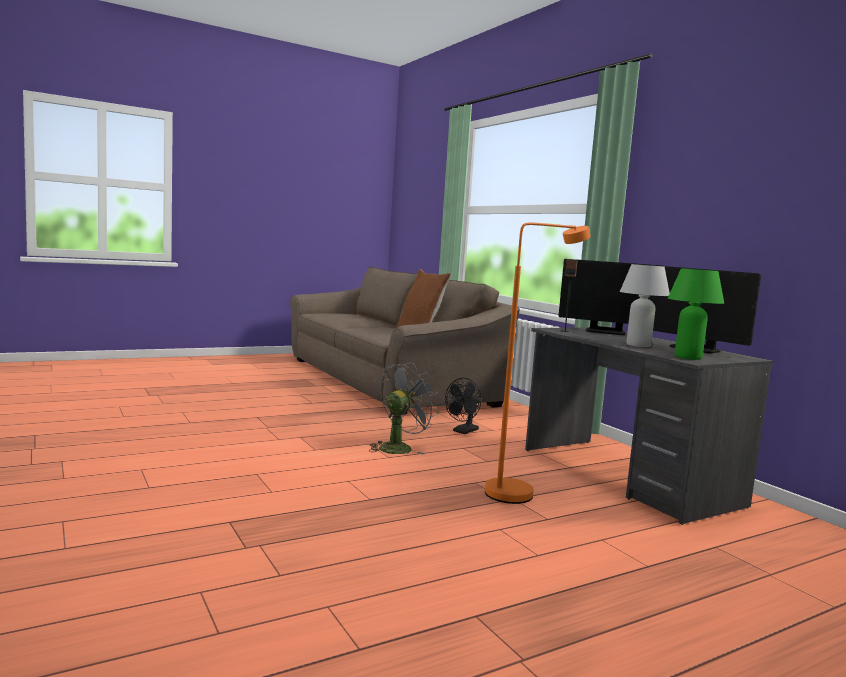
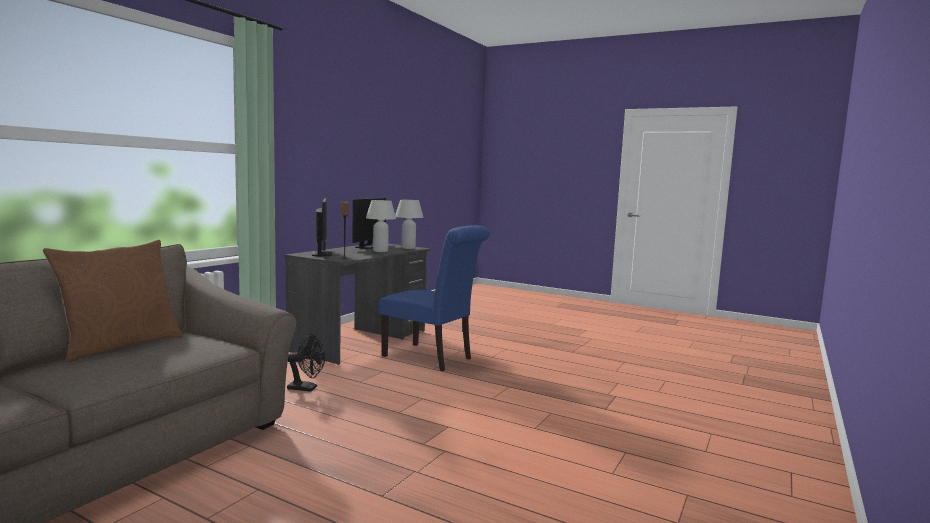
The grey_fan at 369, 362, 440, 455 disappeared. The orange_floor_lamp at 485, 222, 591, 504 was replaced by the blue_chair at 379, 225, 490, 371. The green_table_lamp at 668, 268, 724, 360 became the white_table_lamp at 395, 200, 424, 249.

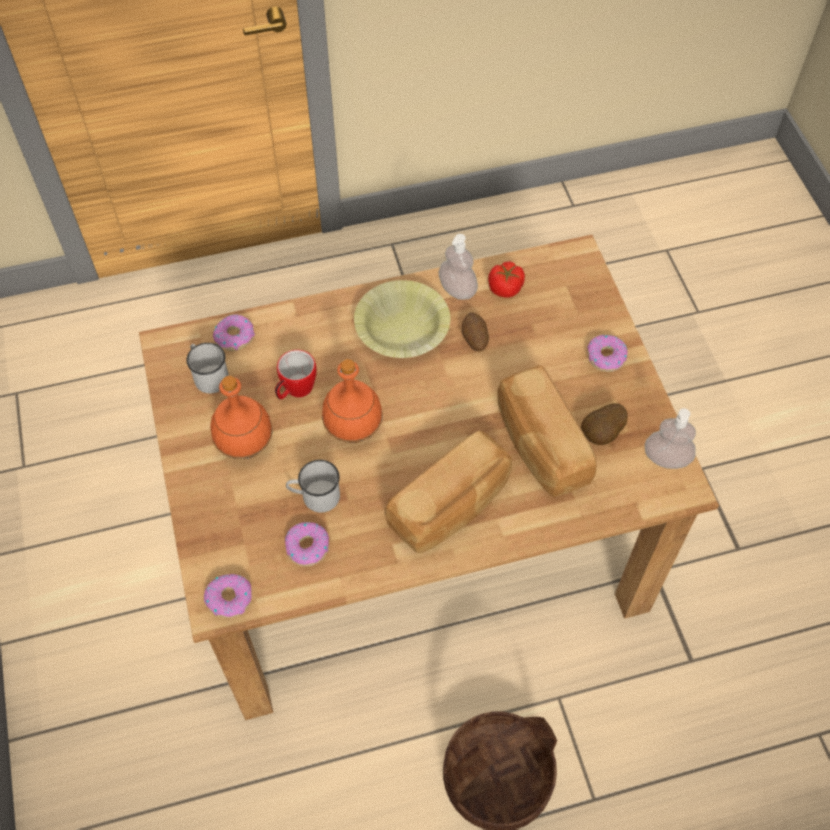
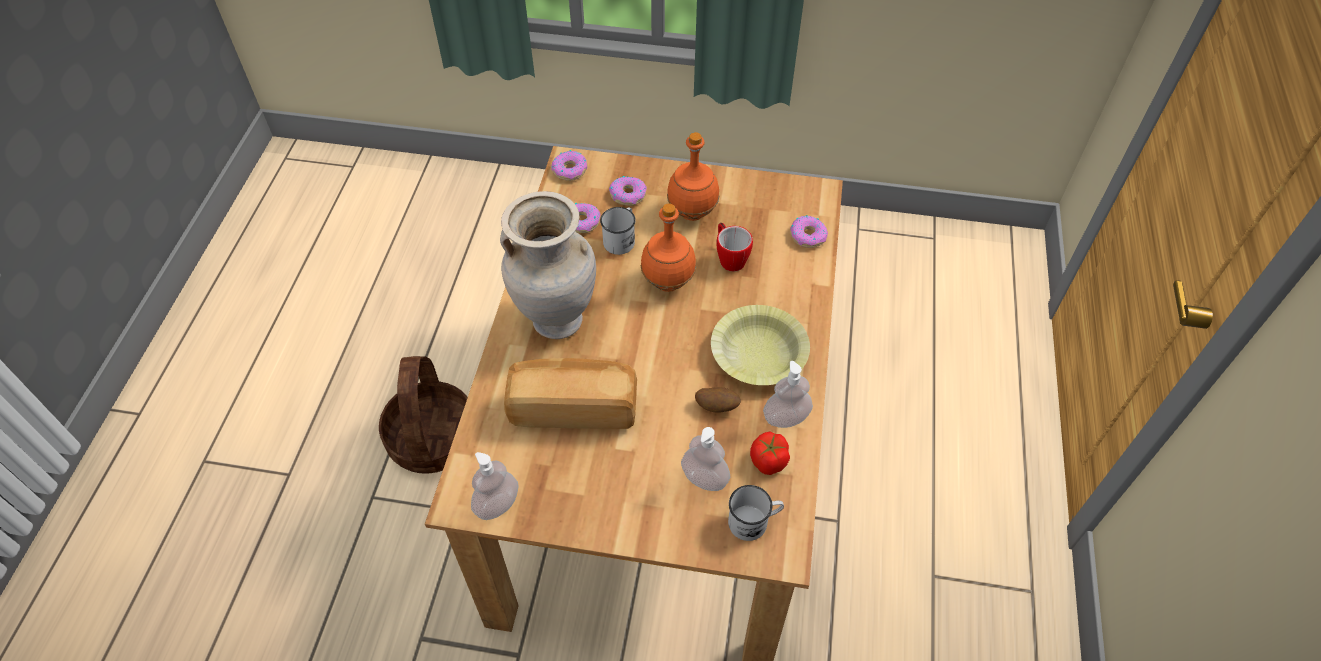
The potato at 581, 403, 628, 445 disappeared. The soap_dispenser at 681, 427, 730, 491 appeared. The white_mug moved from 186, 343, 229, 394 to 728, 485, 784, 541. The donut moved from 587, 335, 627, 372 to 609, 176, 647, 206. The bread at 385, 431, 512, 553 was replaced by the beige_vase at 500, 191, 596, 339.

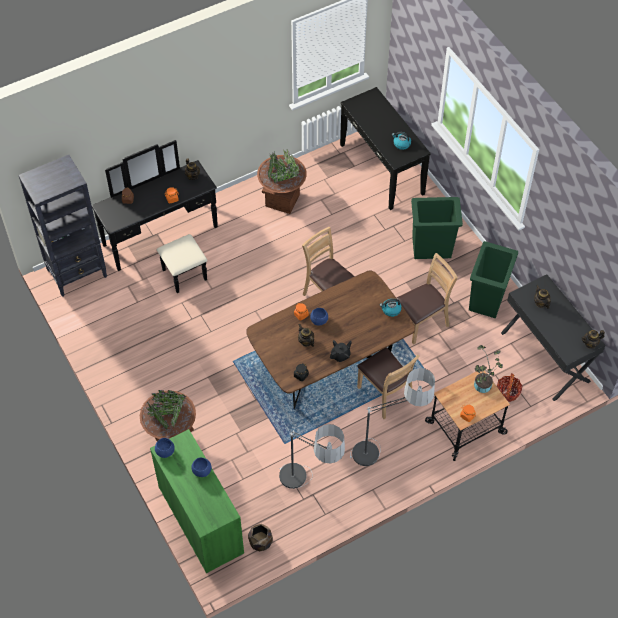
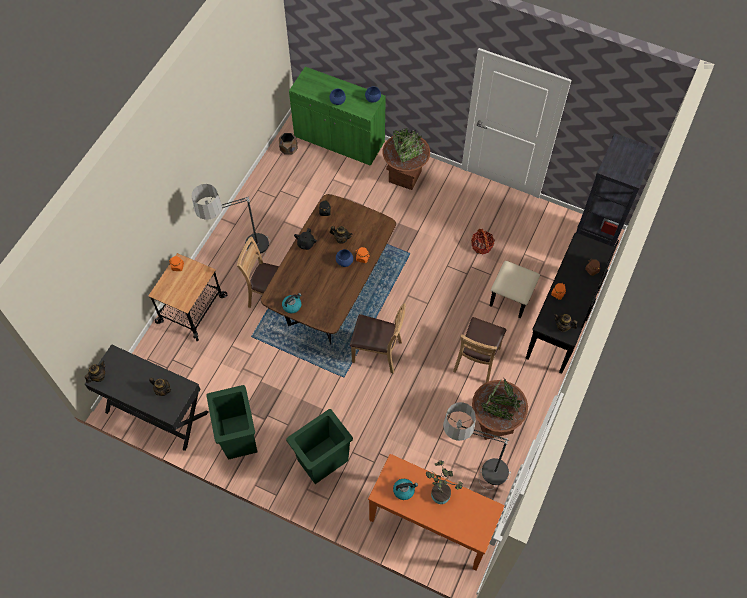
The floor_lamp moved from 279, 424, 345, 489 to 443, 402, 511, 490. The brown_chair moved from 397, 253, 458, 345 to 453, 317, 506, 383. The potted_plant moved from 474, 345, 503, 393 to 426, 460, 463, 504. The basket moved from 497, 373, 523, 402 to 471, 229, 495, 254. The black_console_table at 340, 87, 431, 210 became the orange_console_table at 368, 454, 505, 571.

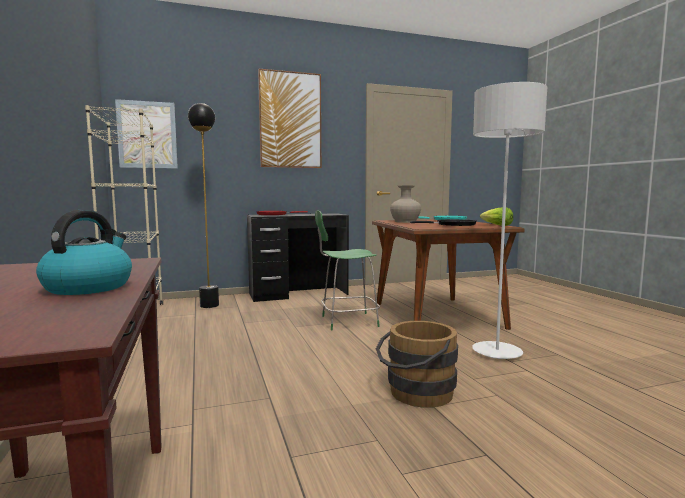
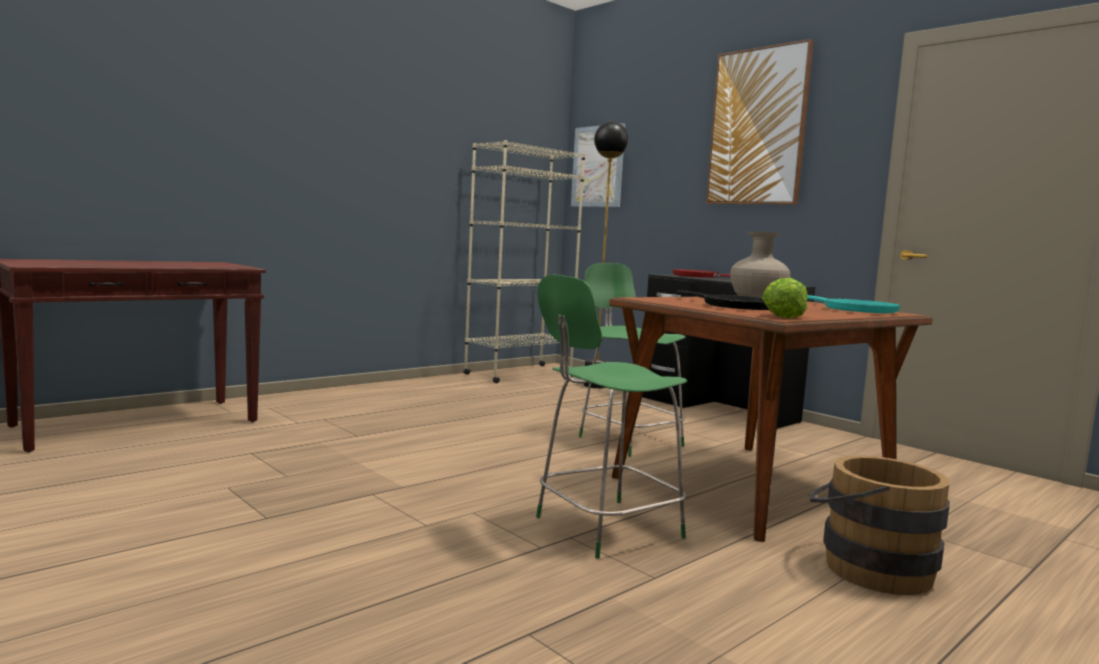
The kettle at 36, 210, 132, 295 disappeared. The brown_bucket moved from 376, 321, 458, 408 to 808, 456, 950, 595. The grey_floor_lamp at 472, 82, 547, 359 was replaced by the green_chair at 536, 275, 687, 559.

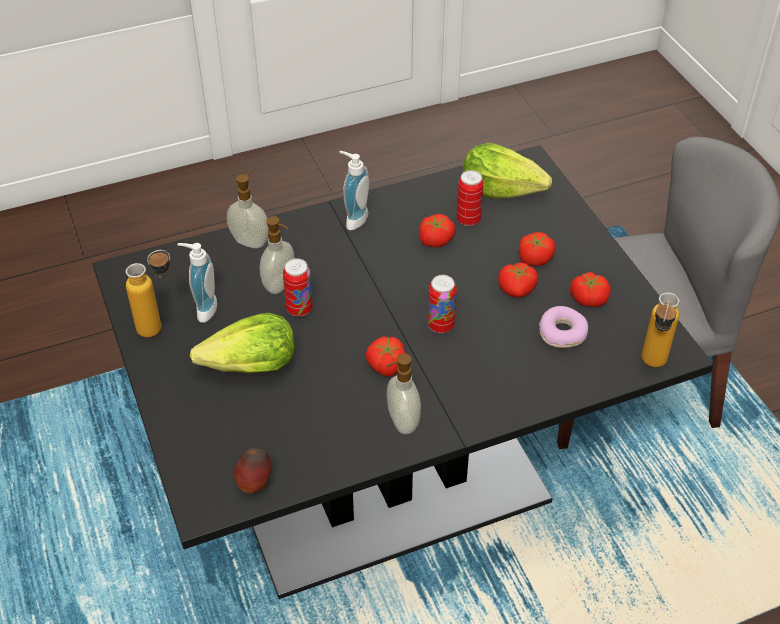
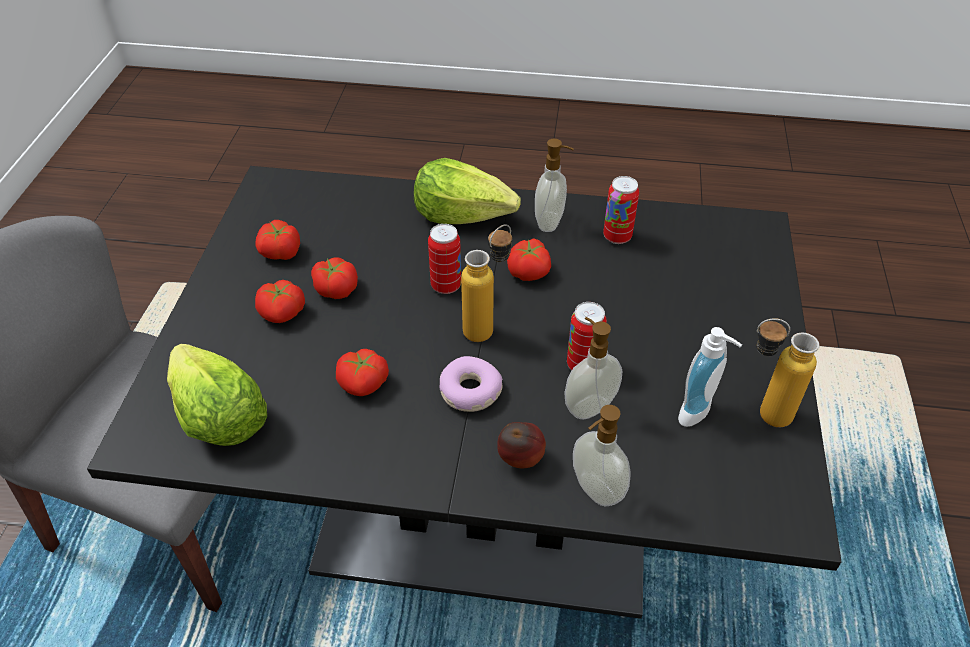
The soap_dispenser at 340, 151, 369, 230 disappeared. The lettuce moved from 190, 313, 295, 373 to 414, 158, 521, 224. The apple moved from 234, 448, 271, 494 to 497, 422, 546, 468. The can moved from 457, 170, 484, 226 to 603, 176, 639, 244. The donut moved from 539, 306, 588, 348 to 439, 356, 503, 412. The bottle moved from 642, 292, 680, 367 to 461, 224, 512, 342.

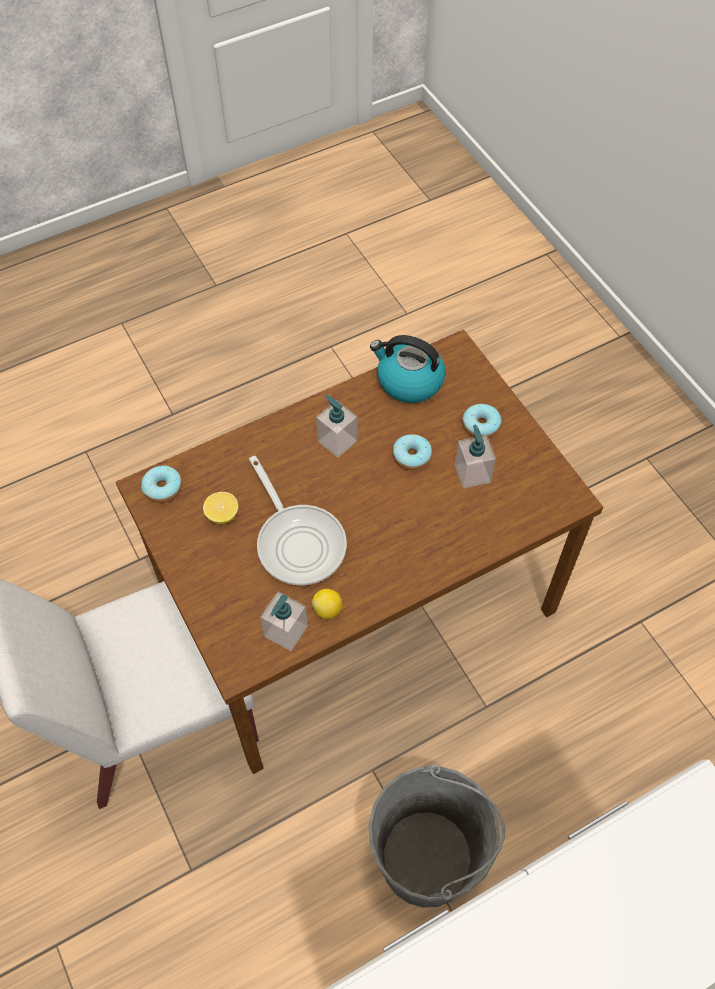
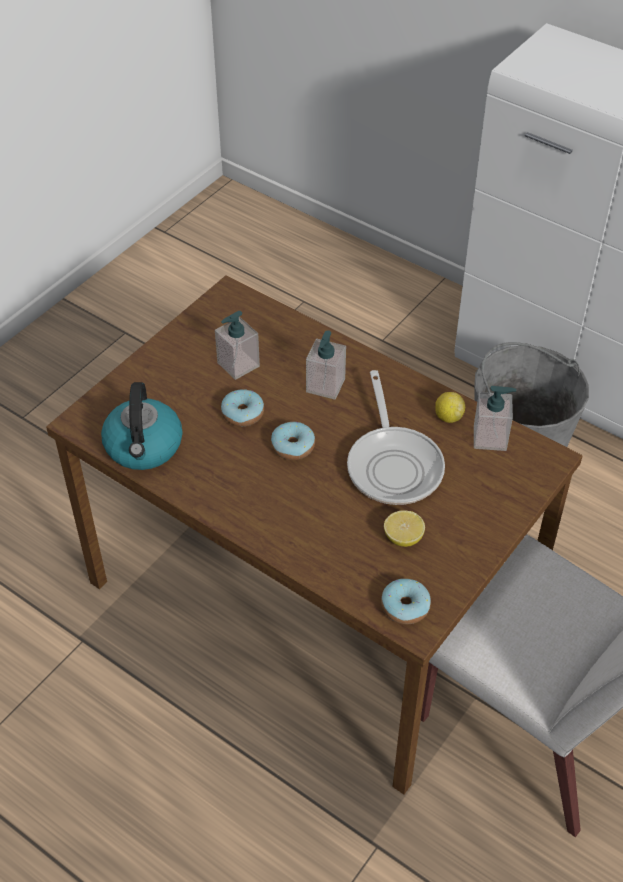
The soap_dispenser moved from 316, 395, 358, 458 to 306, 330, 346, 400. The donut moved from 463, 404, 501, 438 to 271, 421, 315, 460. The frying_pan at 249, 456, 347, 585 turned 135 degrees clockwise.

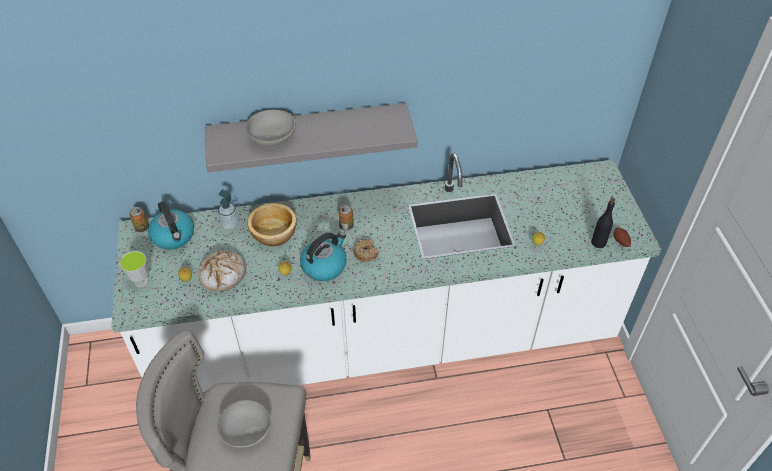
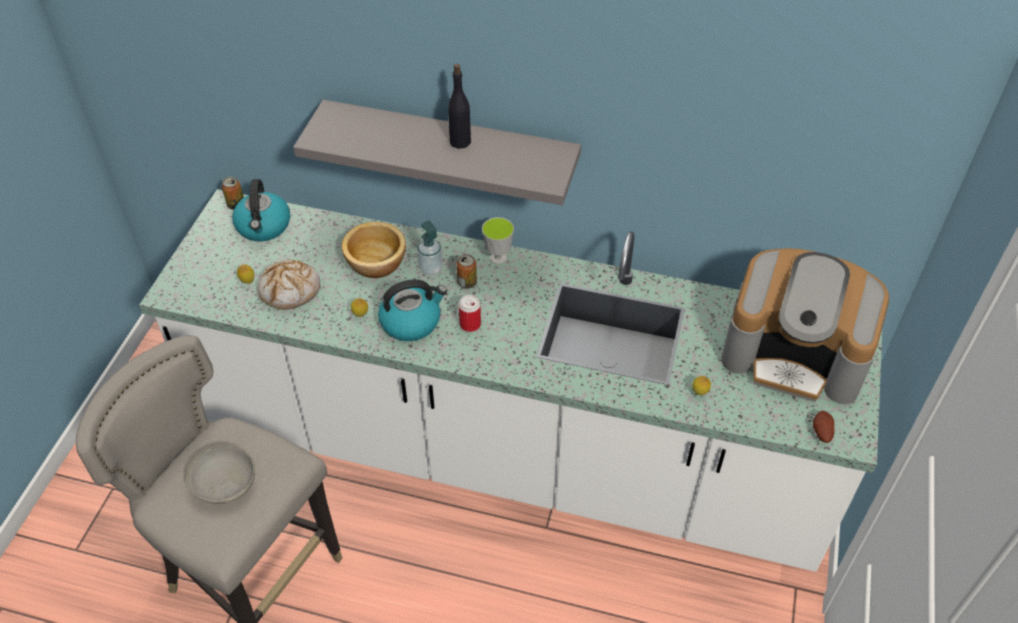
The grey_bowl at 246, 110, 296, 146 disappeared. The coffee_machine at 721, 248, 889, 404 appeared. The cup moved from 120, 251, 149, 288 to 482, 217, 514, 264. The soap_dispenser moved from 218, 189, 239, 229 to 417, 220, 443, 275. The black_bottle moved from 591, 197, 615, 248 to 448, 64, 471, 149. The donut at 353, 239, 378, 262 was replaced by the can at 459, 295, 481, 332.

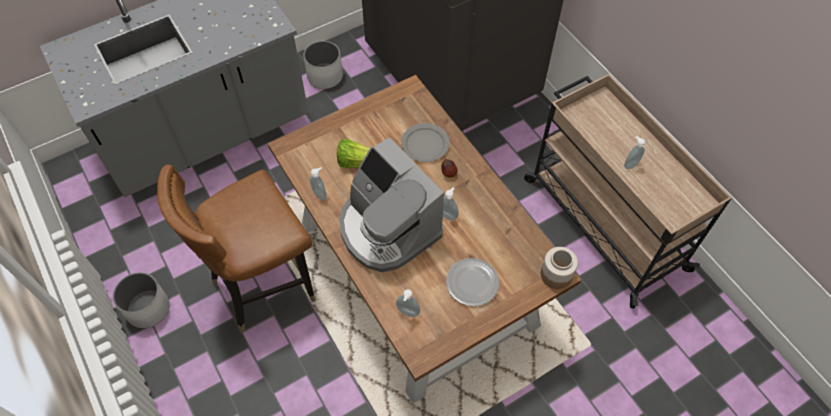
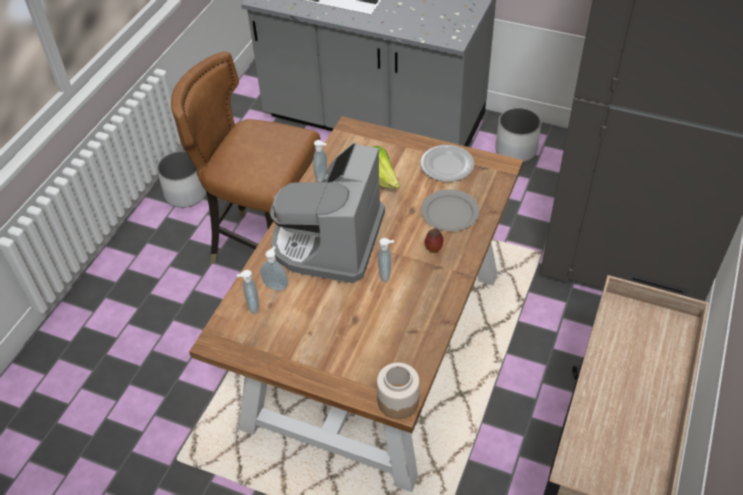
The plate moved from 446, 258, 499, 306 to 420, 145, 474, 182. The soap_dispenser moved from 624, 136, 645, 169 to 261, 246, 288, 291.

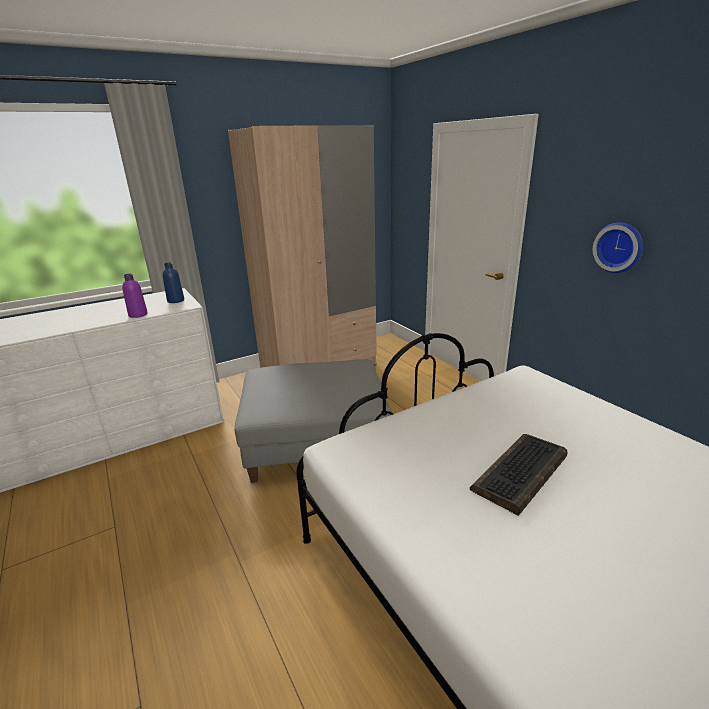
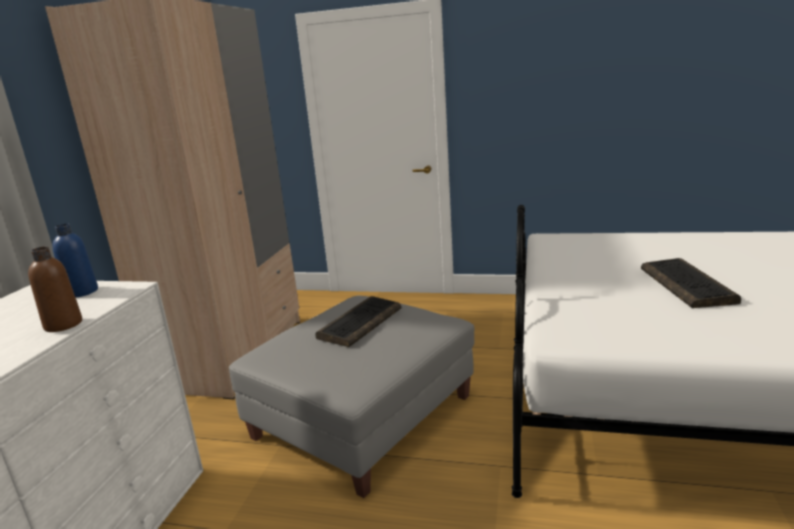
The wall_clock at 593, 222, 643, 273 disappeared. The keyboard at 315, 296, 401, 347 appeared. The purple_bottle at 122, 274, 148, 318 became the brown_bottle at 28, 247, 82, 332.

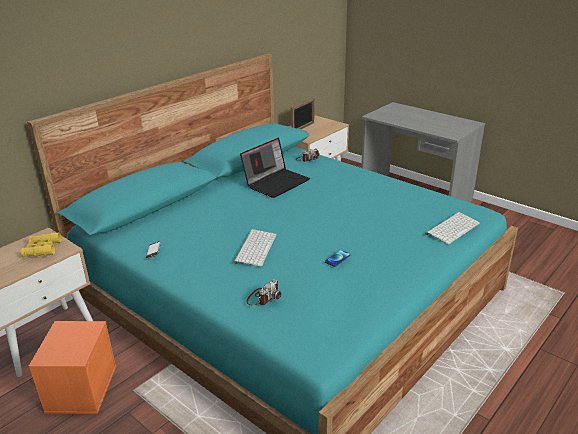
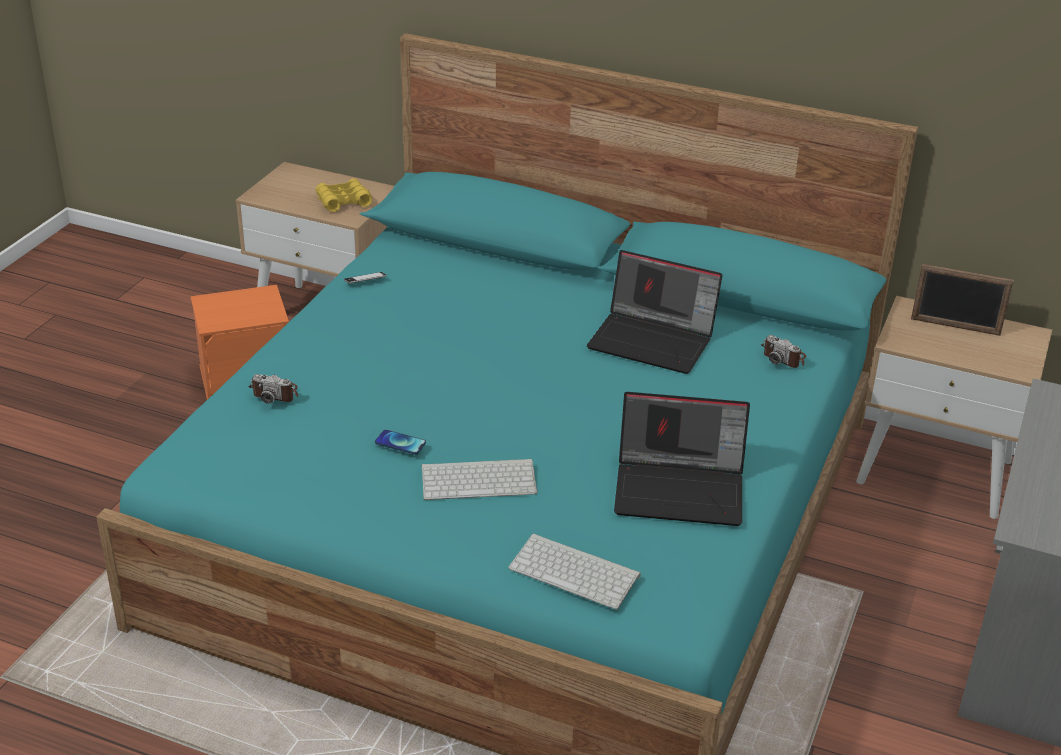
The laptop at 614, 392, 750, 526 appeared. The keyboard moved from 234, 229, 276, 267 to 421, 459, 538, 500.

